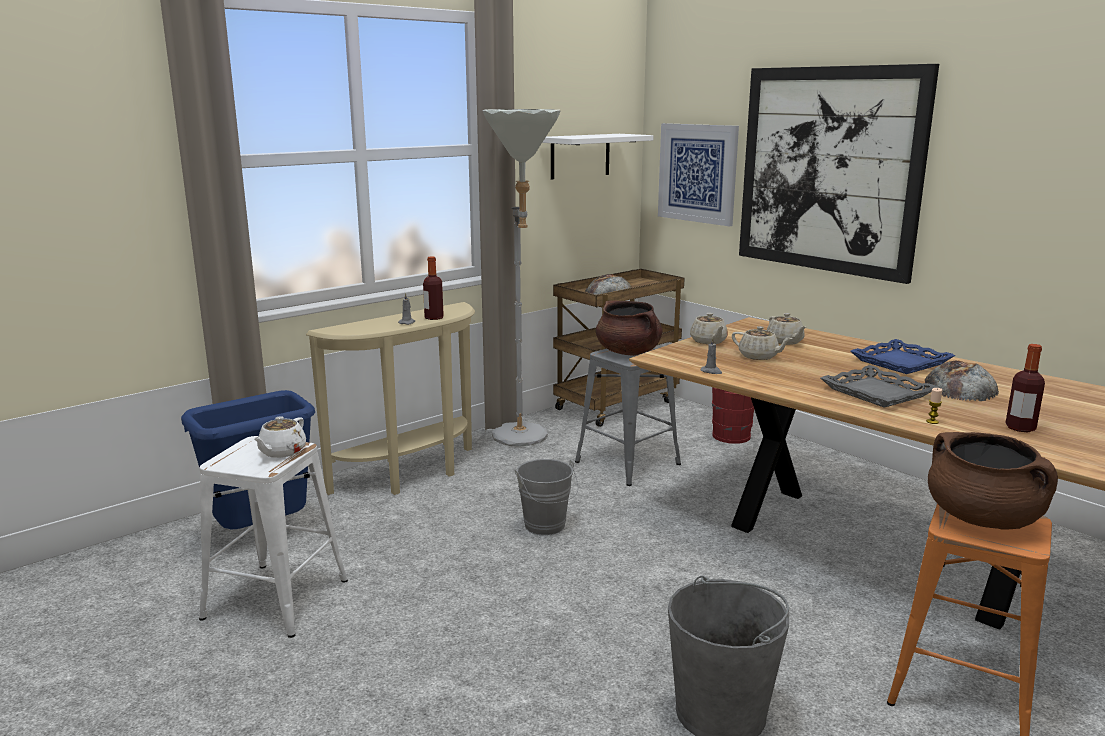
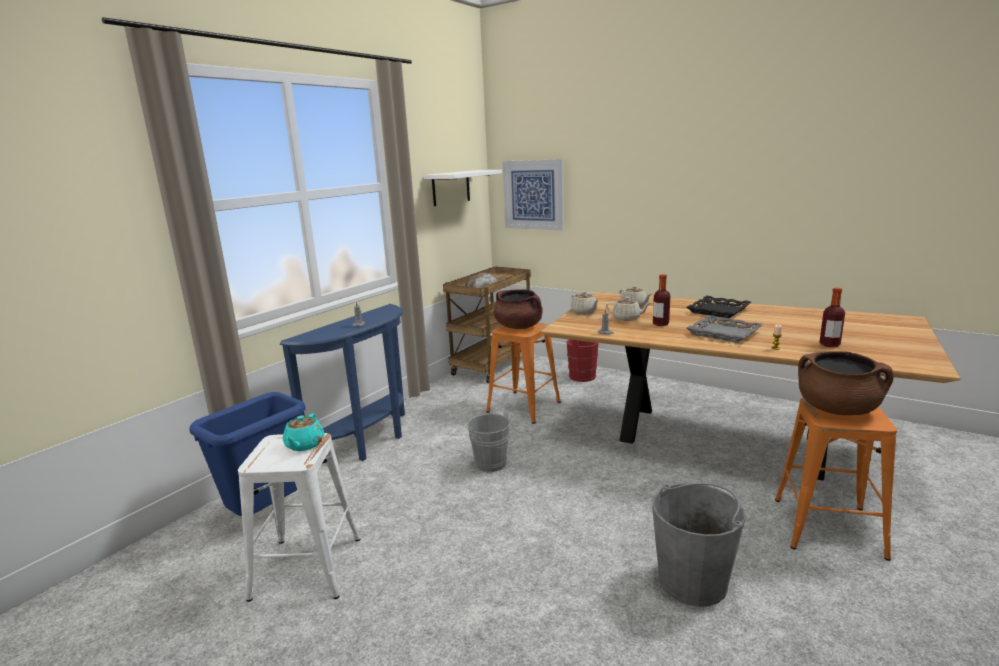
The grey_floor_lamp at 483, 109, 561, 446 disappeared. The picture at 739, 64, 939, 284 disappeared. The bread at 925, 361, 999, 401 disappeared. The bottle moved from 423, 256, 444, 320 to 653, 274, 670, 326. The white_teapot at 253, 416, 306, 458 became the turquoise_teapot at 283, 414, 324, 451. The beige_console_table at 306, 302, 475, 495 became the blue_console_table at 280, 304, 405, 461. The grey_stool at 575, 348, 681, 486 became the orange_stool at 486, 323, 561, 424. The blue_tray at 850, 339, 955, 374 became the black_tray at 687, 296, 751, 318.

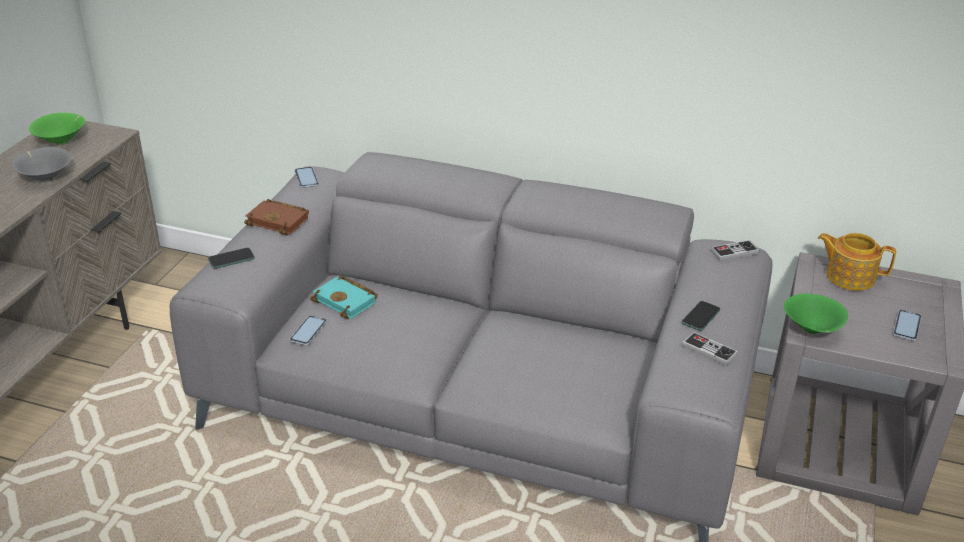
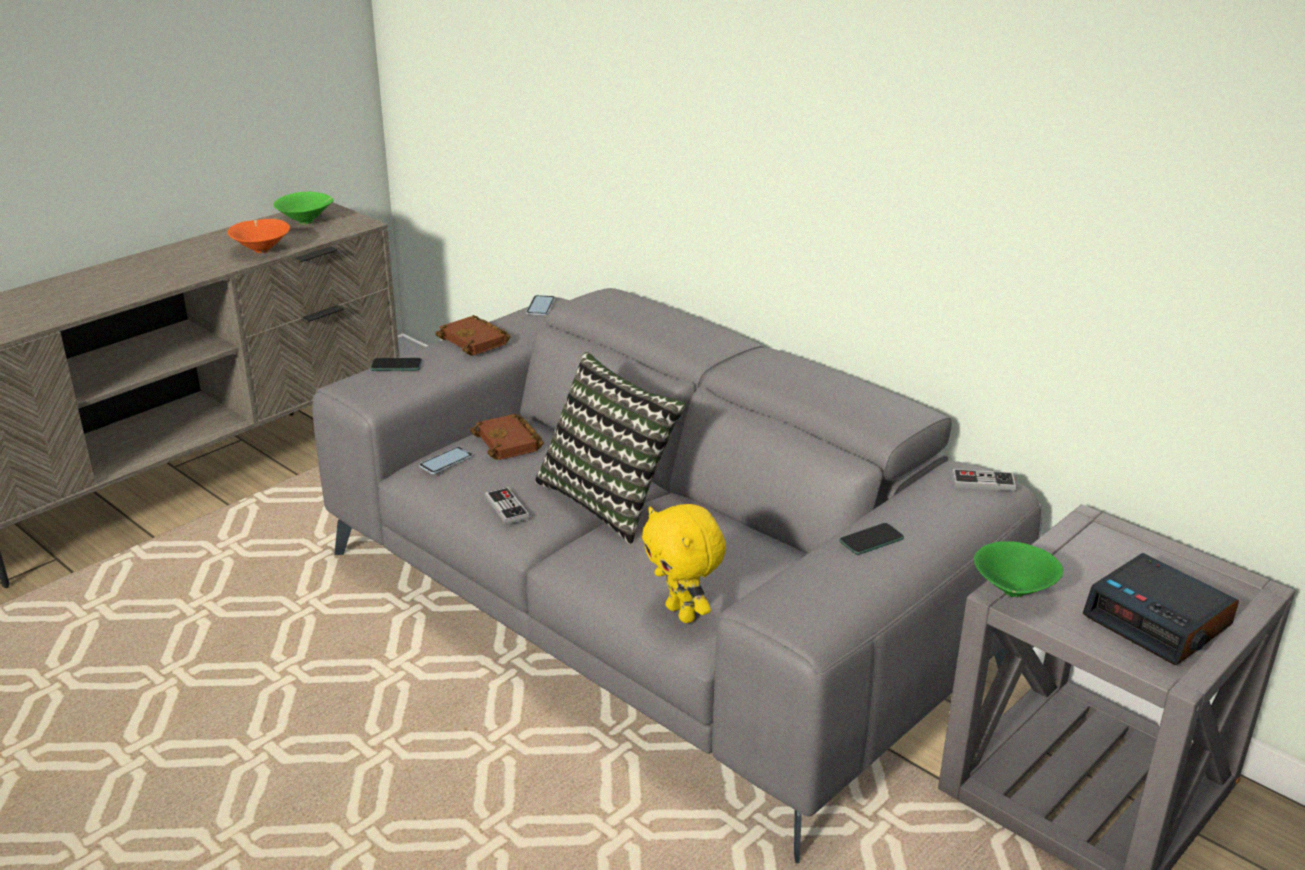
The teapot at 818, 233, 896, 291 disappeared. The pillow at 535, 352, 686, 544 appeared. The yellow_plush_toy at 642, 504, 726, 623 appeared. The game_controller moved from 682, 332, 738, 366 to 485, 487, 530, 525. The phone at 893, 310, 922, 341 was replaced by the alarm_clock at 1083, 553, 1239, 665. The grey_bowl at 12, 147, 71, 182 became the orange_bowl at 227, 219, 290, 253. The turquoise_book at 310, 276, 378, 319 became the brown_book at 470, 414, 544, 460.

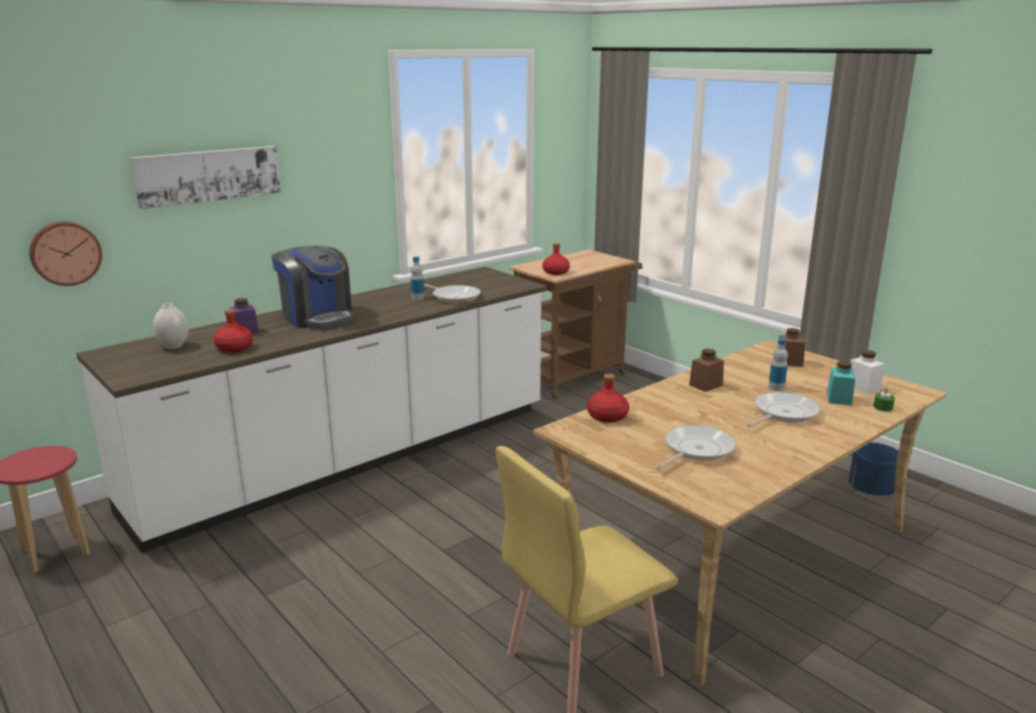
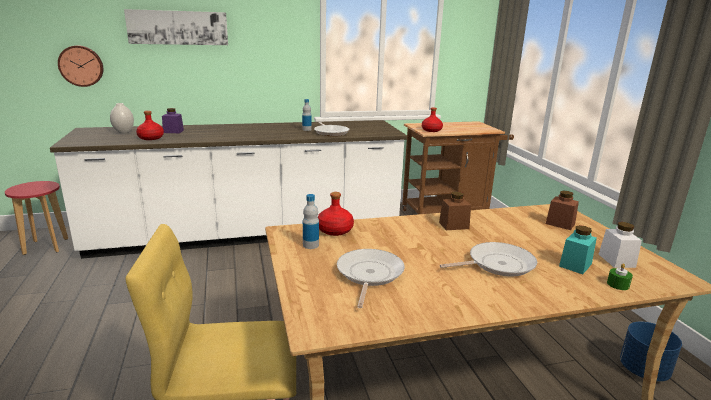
The coffee_machine at 271, 246, 354, 329 disappeared. The bottle moved from 768, 338, 788, 391 to 303, 194, 319, 249. The frying_pan at 656, 425, 736, 470 turned 60 degrees counterclockwise.

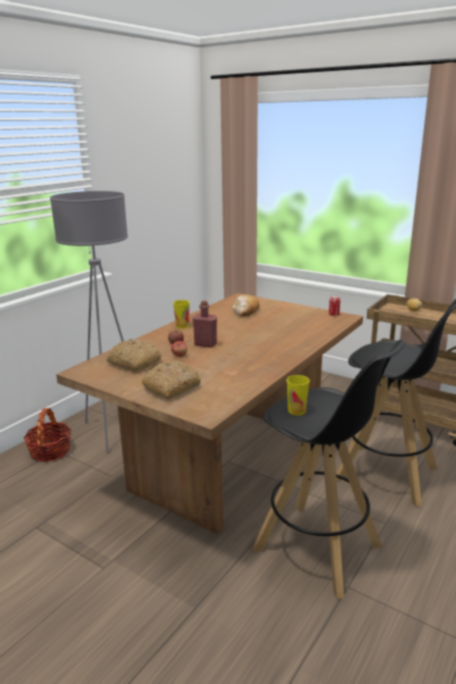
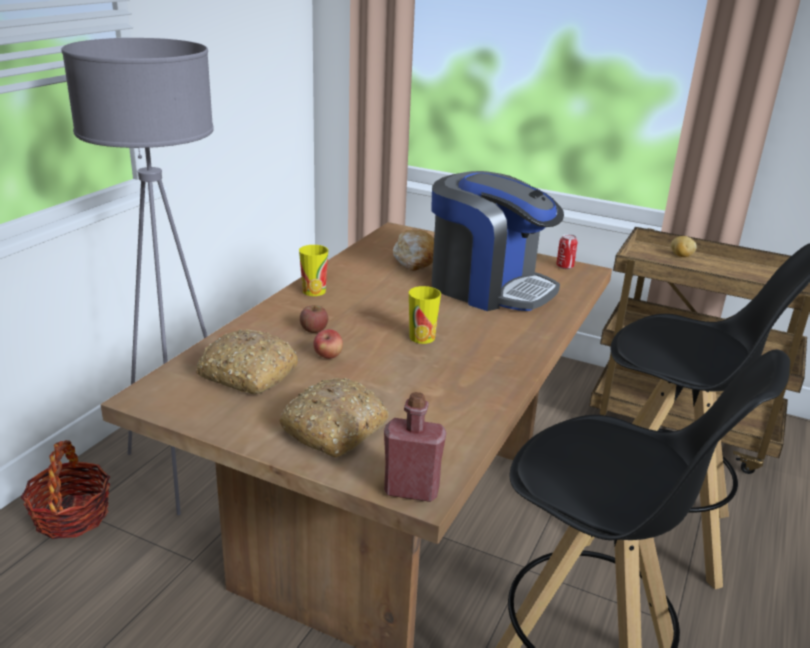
The coffee_machine at 431, 171, 564, 311 appeared. The red_bottle moved from 193, 301, 217, 348 to 384, 392, 446, 502. The cup moved from 287, 375, 310, 415 to 408, 286, 441, 344.

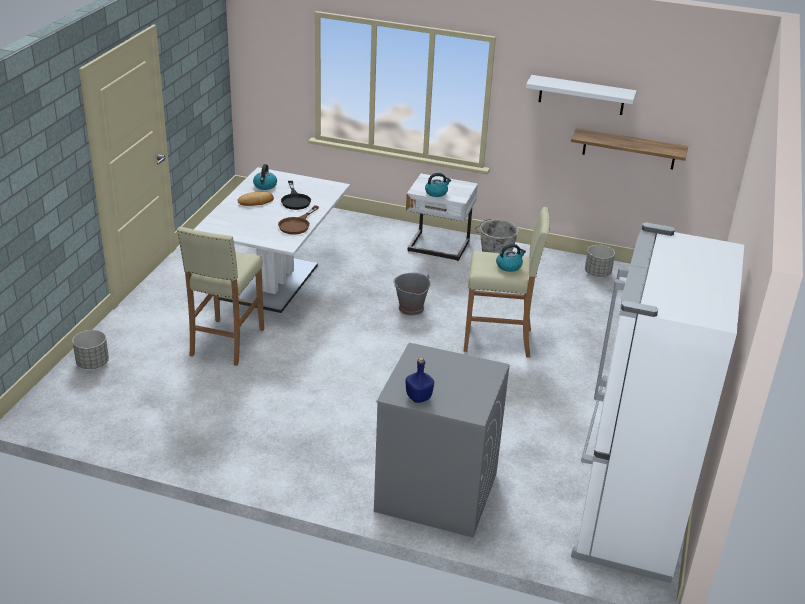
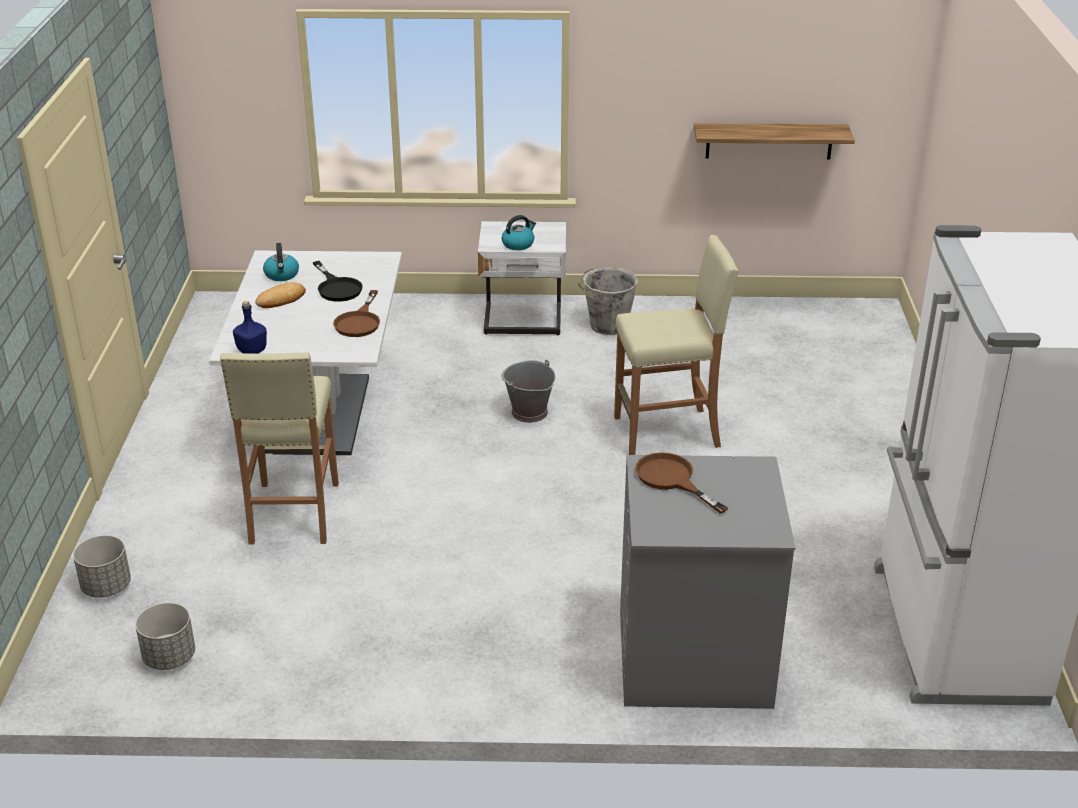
The kettle at 496, 244, 526, 272 disappeared. The white_shelf at 526, 75, 637, 115 disappeared. The brown_frying_pan at 635, 452, 728, 514 appeared. The blue_bottle moved from 405, 357, 434, 403 to 233, 301, 267, 354. The grey_planter moved from 585, 245, 615, 277 to 135, 603, 195, 670.

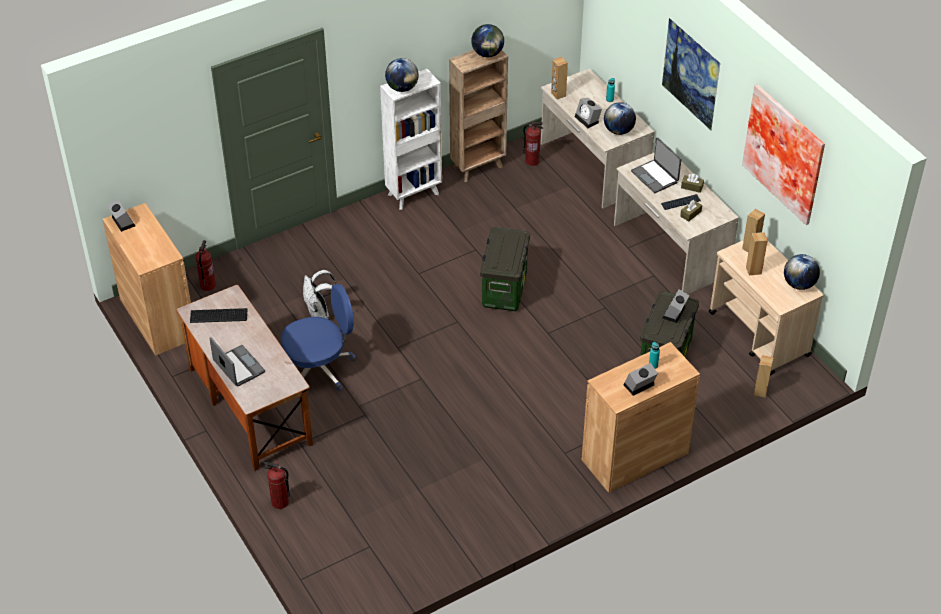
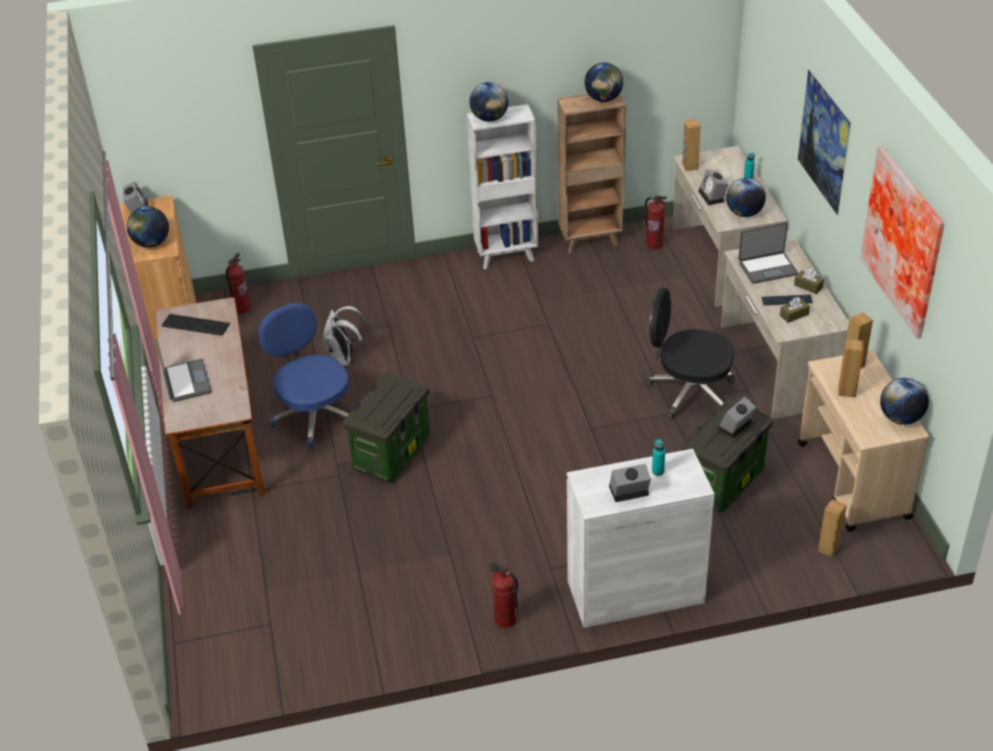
The globe at 127, 206, 169, 248 appeared. The black_office_chair at 645, 288, 735, 419 appeared. The fire_extinguisher moved from 264, 462, 290, 509 to 489, 562, 518, 628. The storage_box moved from 480, 227, 530, 311 to 343, 372, 430, 482. The brown_cabinet at 582, 342, 700, 493 became the white_cabinet at 567, 449, 715, 628. The blue_office_chair at 281, 284, 356, 392 turned 120 degrees counterclockwise. The laptop at 631, 137, 681, 193 turned 90 degrees counterclockwise.

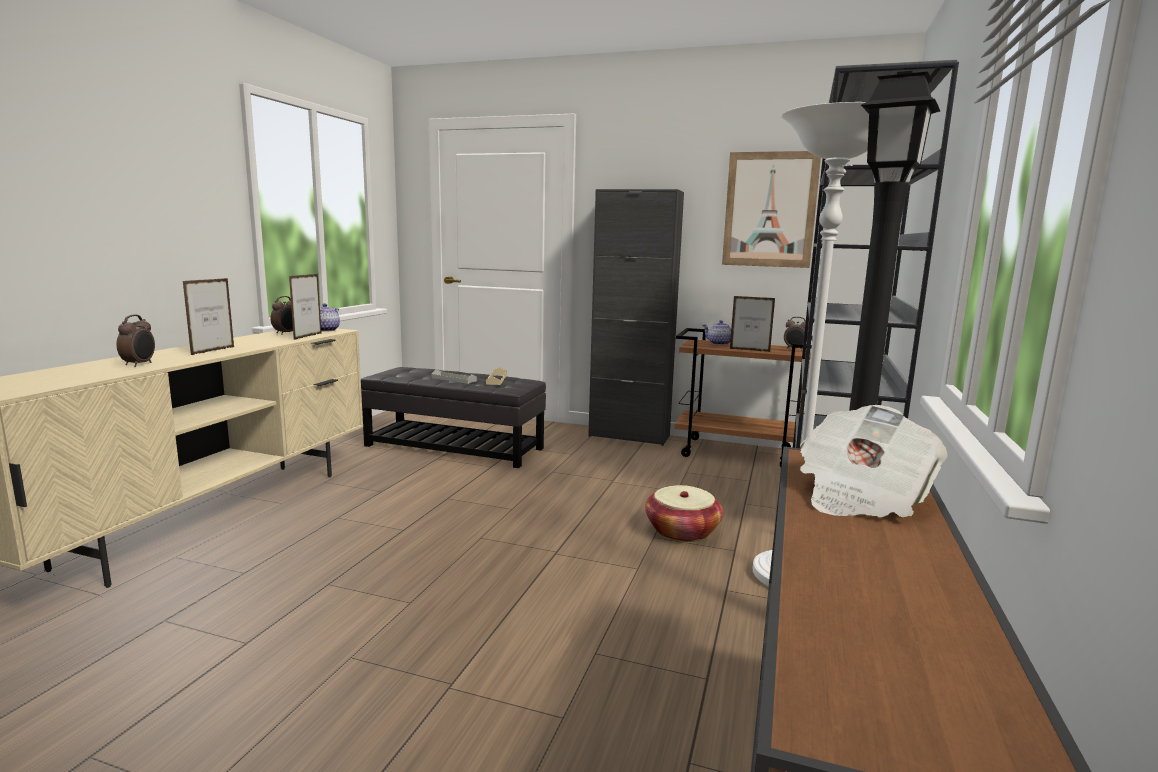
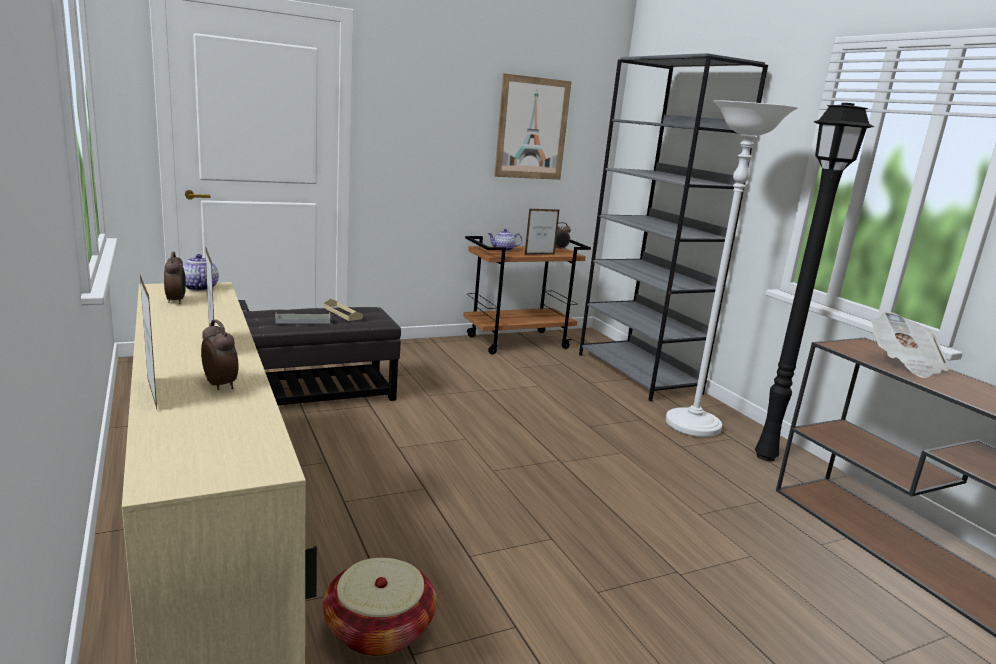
The black_cabinet at 588, 189, 684, 446 disappeared. The picture_frame moved from 289, 274, 322, 340 to 140, 275, 157, 409. The basket moved from 645, 485, 723, 542 to 323, 558, 437, 656.

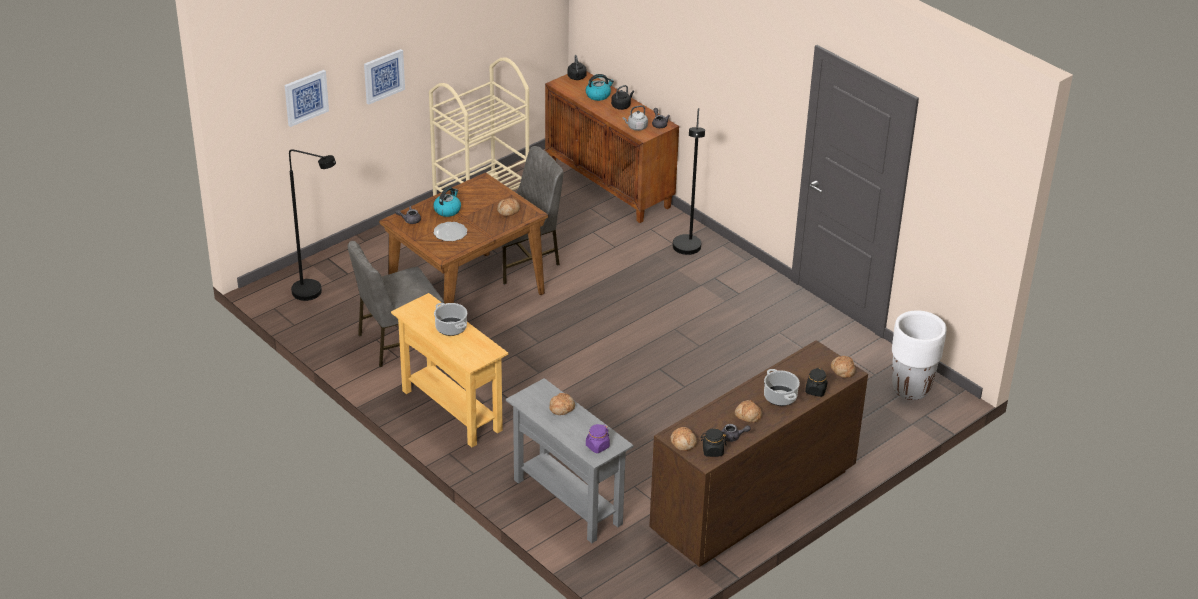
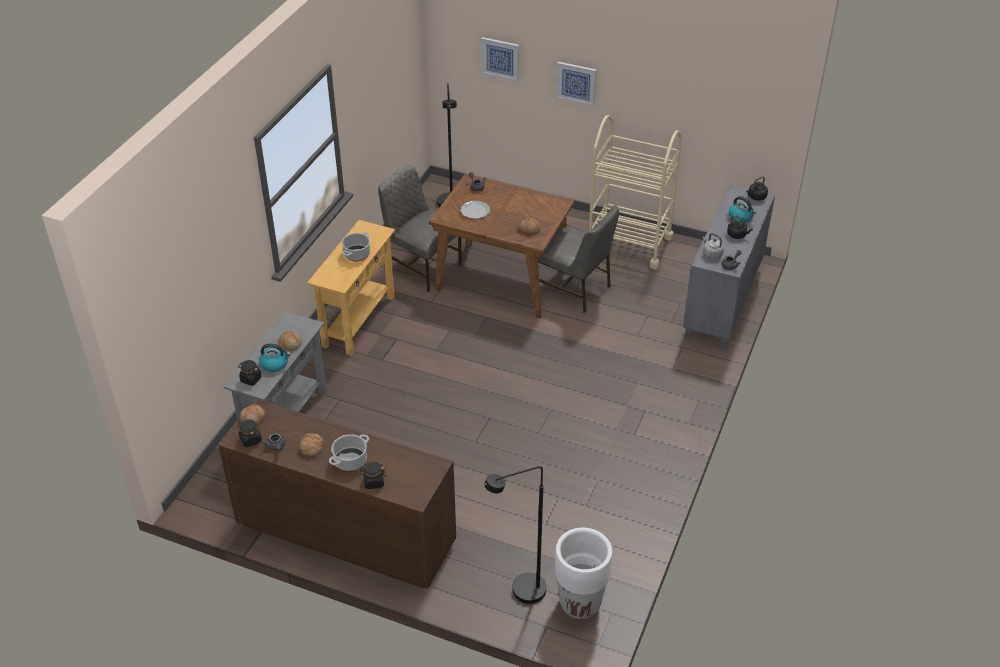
The bread at 831, 356, 856, 378 disappeared. The kettle moved from 433, 187, 461, 217 to 259, 344, 291, 372. The black_floor_lamp moved from 673, 108, 705, 255 to 484, 466, 546, 604. The brown_cabinet at 545, 72, 679, 223 became the grey_cabinet at 683, 184, 775, 349. The purple_jar at 586, 424, 610, 453 became the black_jar at 238, 360, 262, 386.

